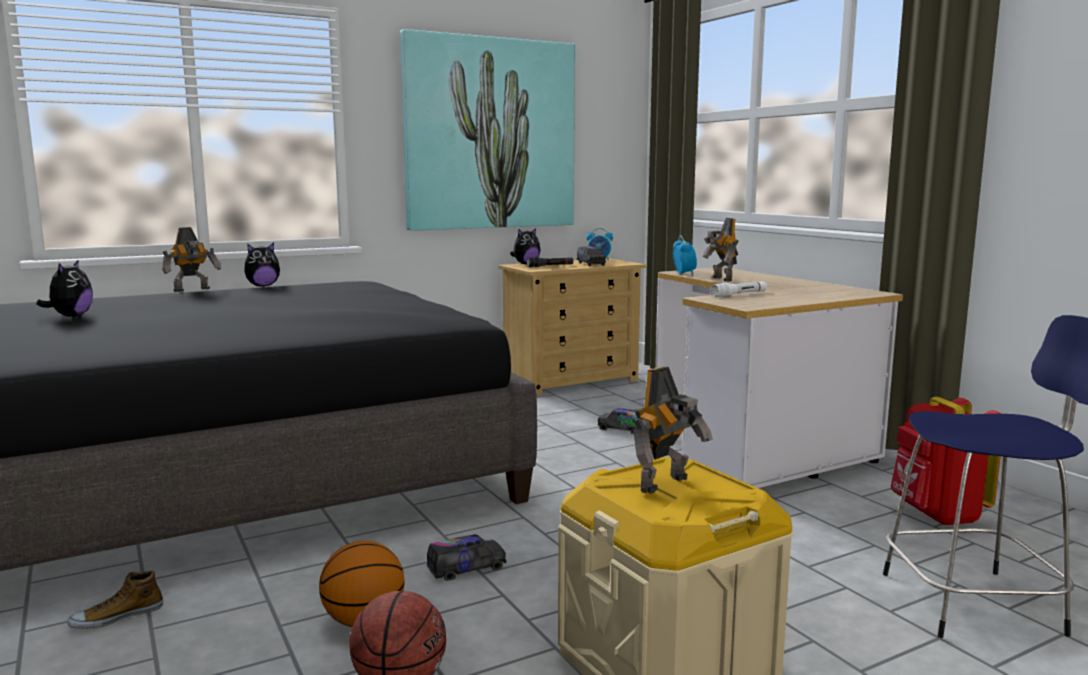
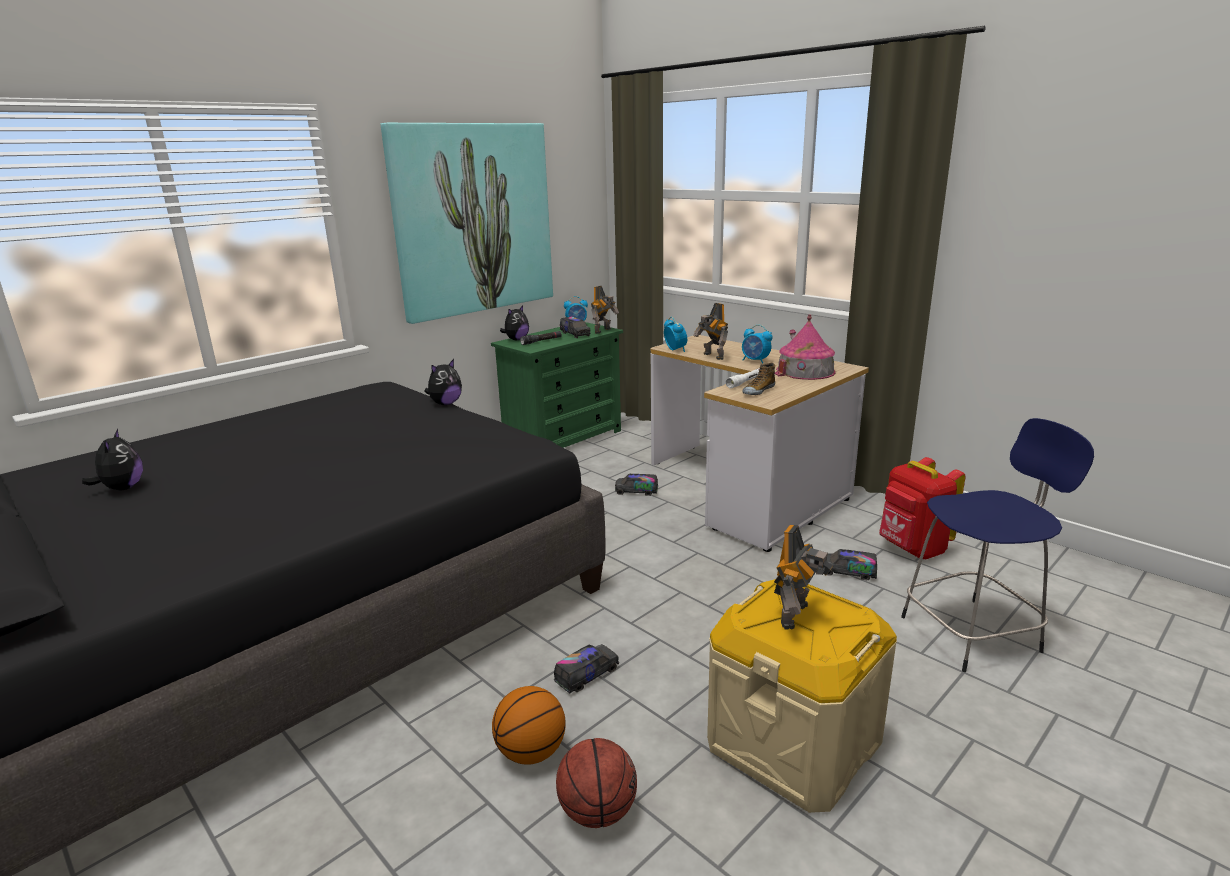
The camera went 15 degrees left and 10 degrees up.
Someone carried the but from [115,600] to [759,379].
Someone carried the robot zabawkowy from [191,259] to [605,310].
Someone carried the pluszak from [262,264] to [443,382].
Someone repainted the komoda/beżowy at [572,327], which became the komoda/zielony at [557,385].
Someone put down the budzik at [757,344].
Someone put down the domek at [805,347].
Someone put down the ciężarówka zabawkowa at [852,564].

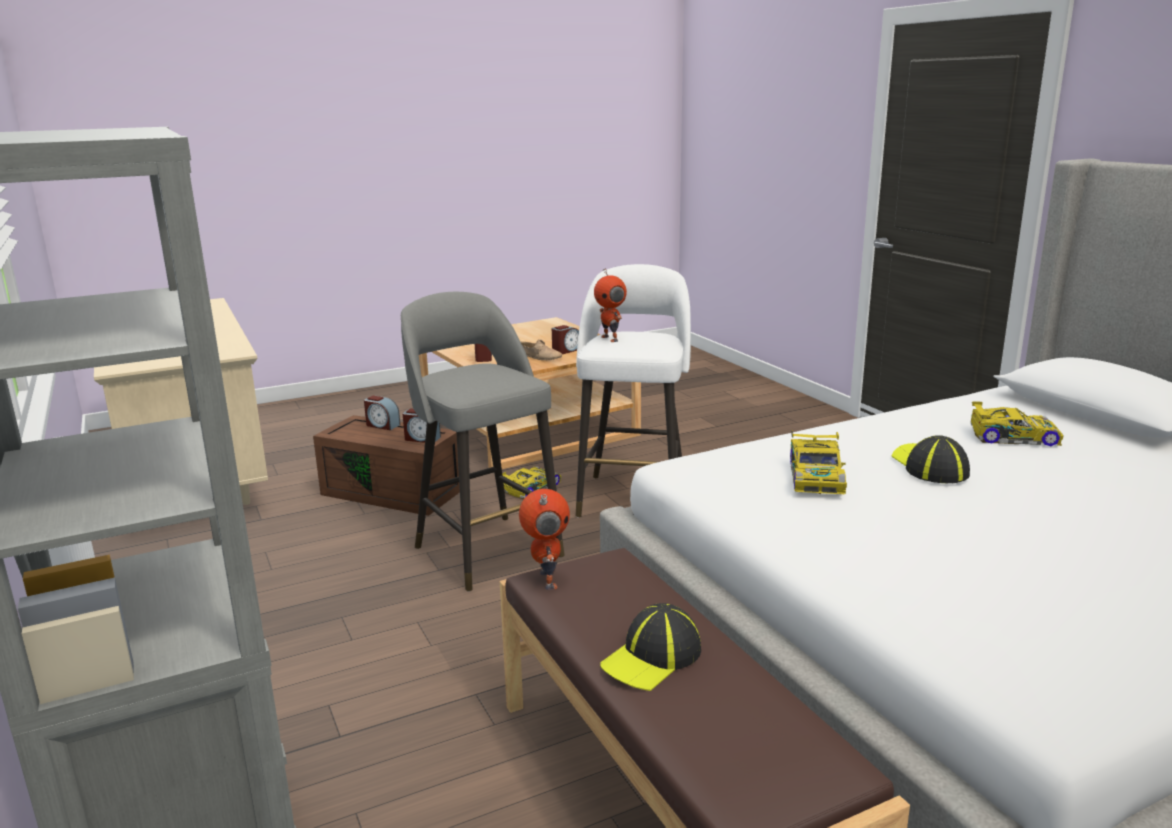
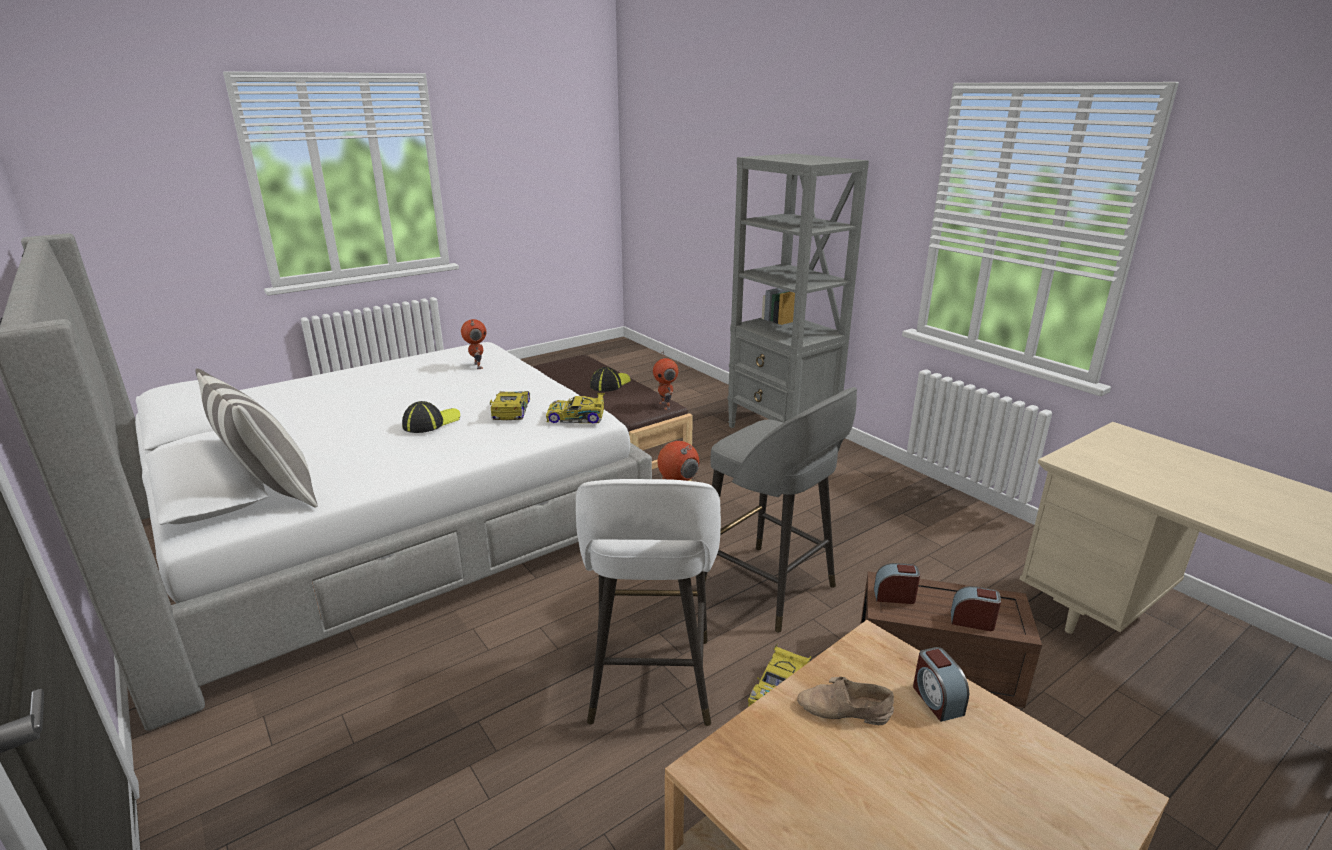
The camera went 170 degrees right and 5 degrees up.
Someone took away the budzik at [565,339].
Someone rotated the czapka z daszkiem at [930,459] by 120 degrees counterclockwise.
Someone carried the samochodzik from [1017,423] to [575,408].
Someone put down the poduszka at [256,438].
Someone put down the robot zabawkowy at [473,344].

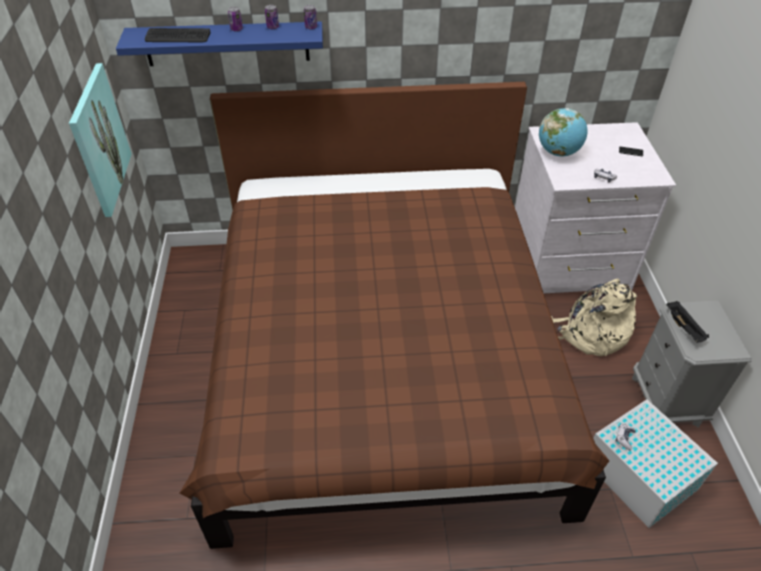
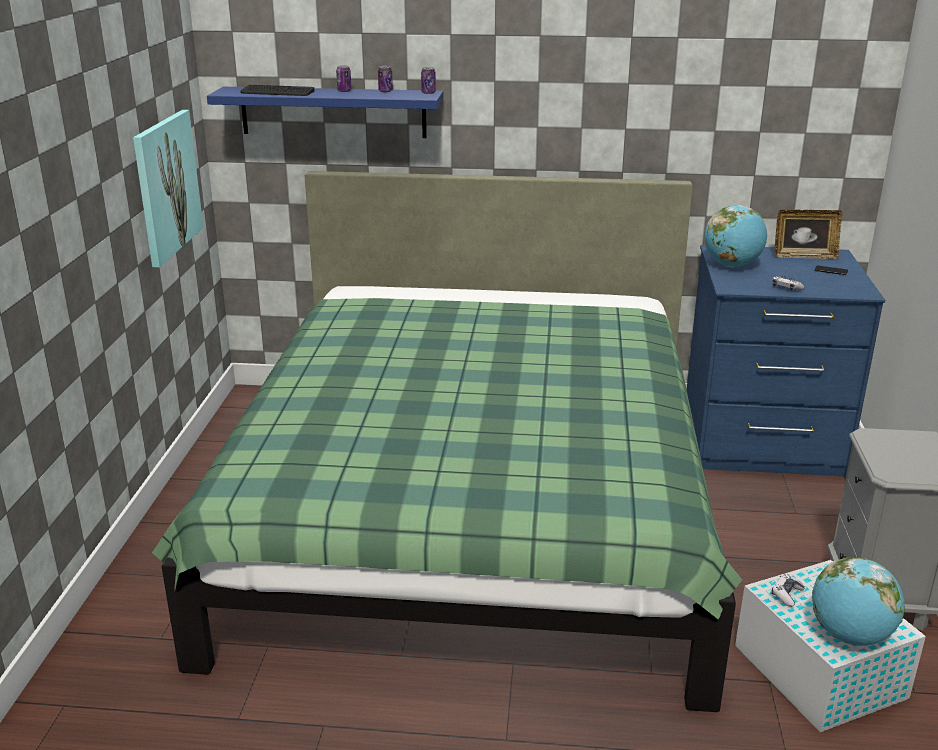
The camera went 10 degrees right and 20 degrees down.
Someone repainted the łóżko/brązowy at [395,315], which became the łóżko/zielony at [447,441].
Someone repainted the komoda/biały at [595,207], which became the komoda/niebieski at [786,362].
Someone took away the plecak/beżowy at [594,317].
Someone took away the taca/czarny at [687,322].
Someone put down the ramka na zdjęcie at [808,234].
Someone put down the globus at [858,601].

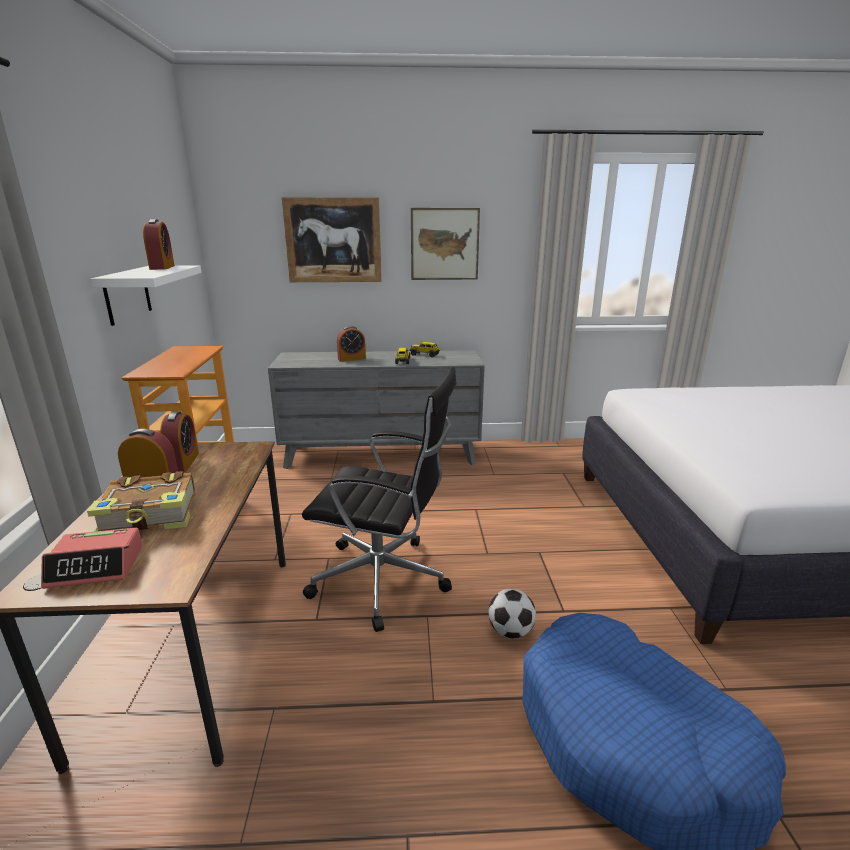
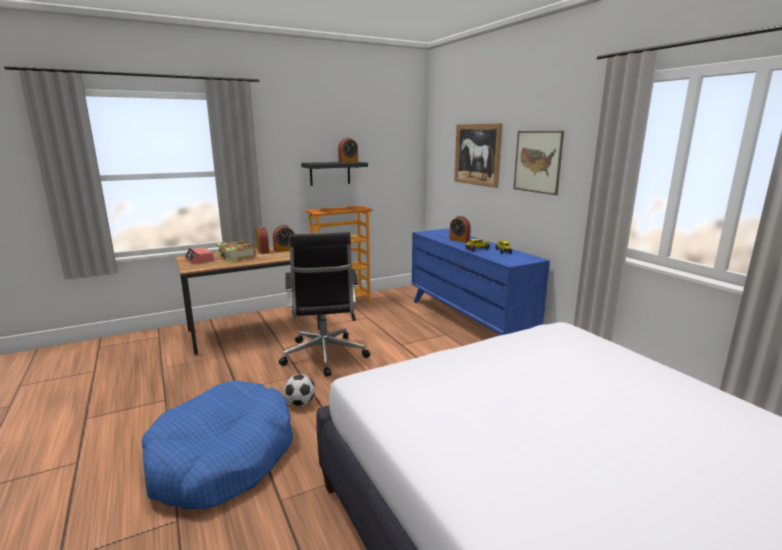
The camera went 65 degrees right and 5 degrees down.
Someone repainted the półka/biały at [145,295], which became the półka/czarny at [334,173].
Someone repainted the komoda/szary at [376,409], which became the komoda/niebieski at [481,282].

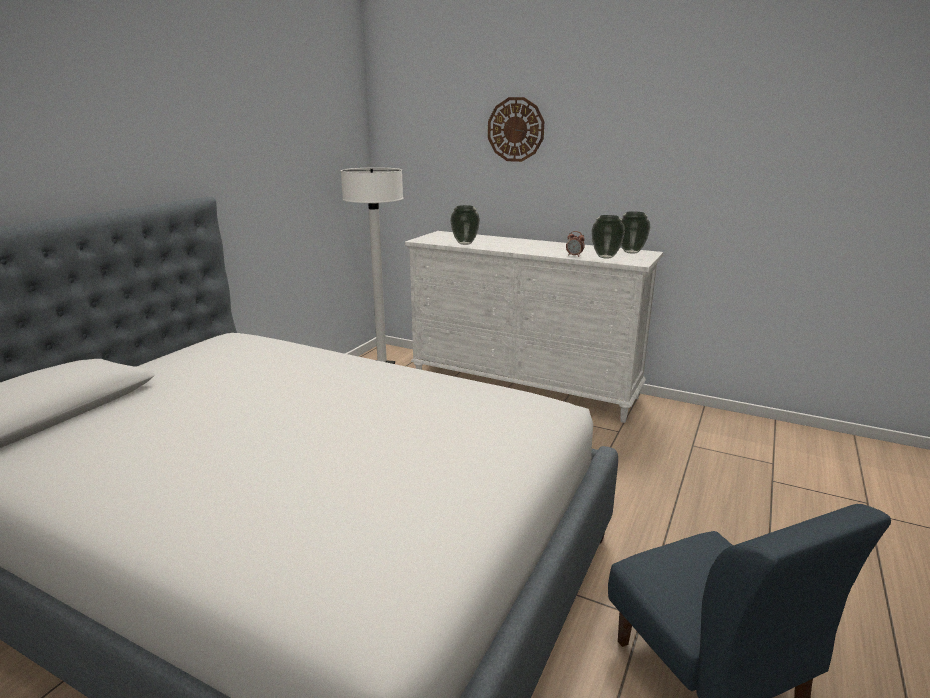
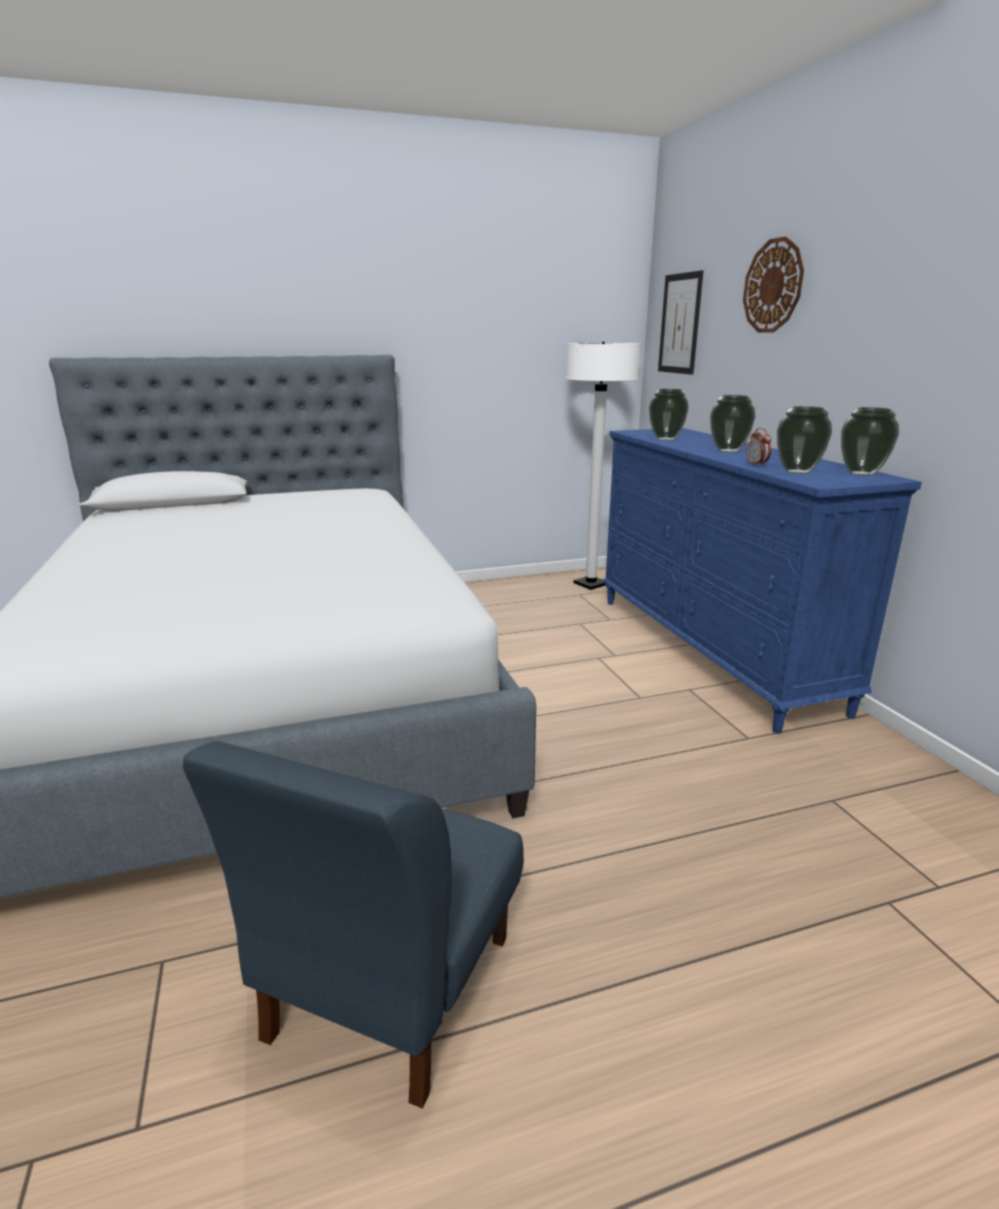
The camera went 45 degrees right and 0 degrees up.
Someone repainted the komoda/biały at [534,327], which became the komoda/niebieski at [762,581].
Someone put up the obraz at [681,322].
Someone put down the wazon at [732,424].

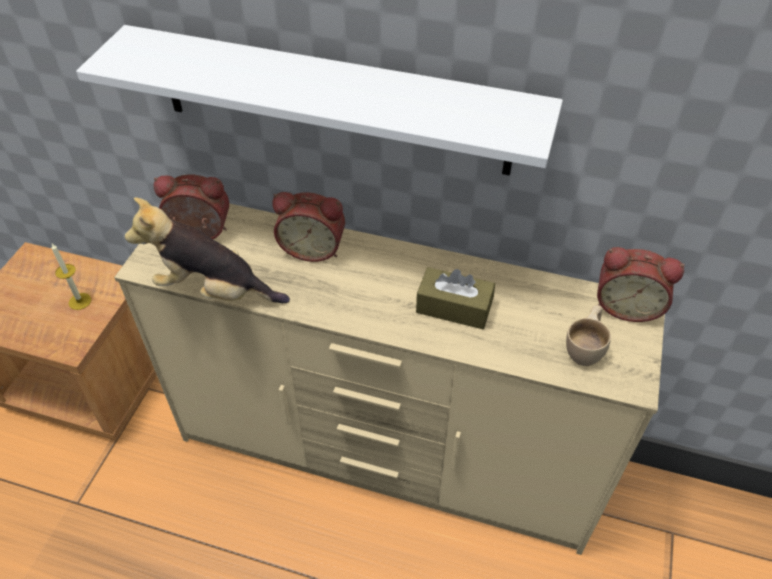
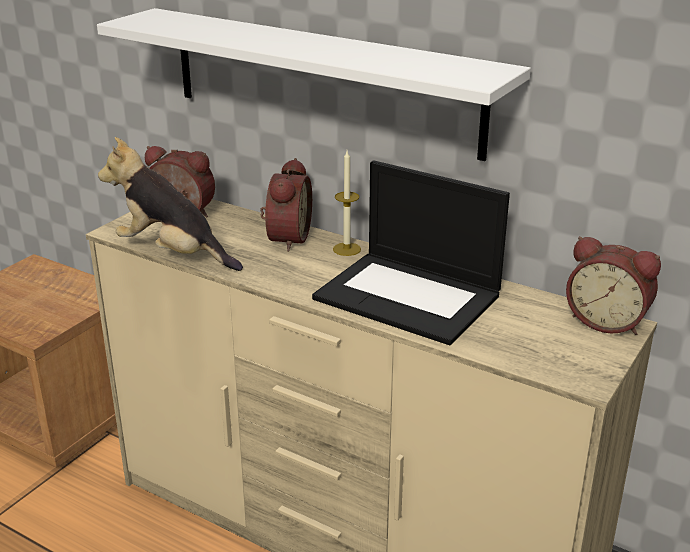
The camera went 15 degrees right and 20 degrees down.
Someone carried the świeca from [71,277] to [347,203].
Someone rotated the budzik at [308,227] by 105 degrees counterclockwise.
Someone swapped the pudełko chusteczek/brązowy at [455,298] for the laptop at [411,253].
Someone took away the filiżanka/beżowy at [588,335].

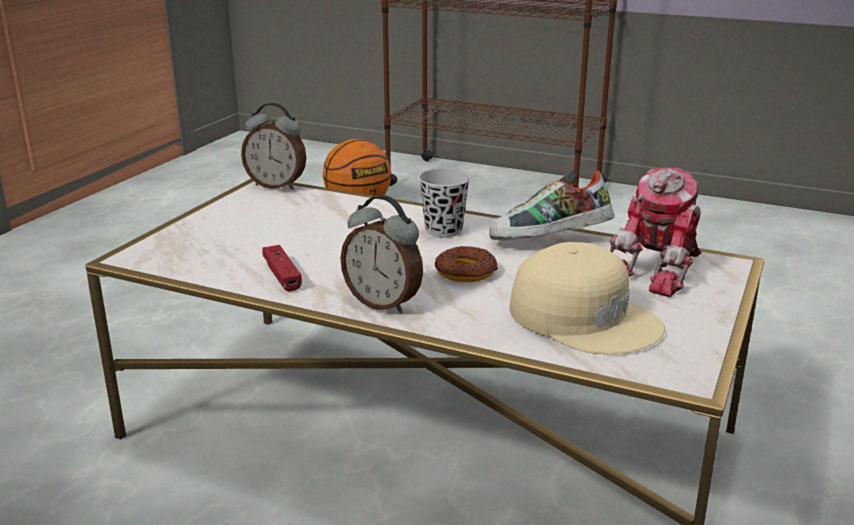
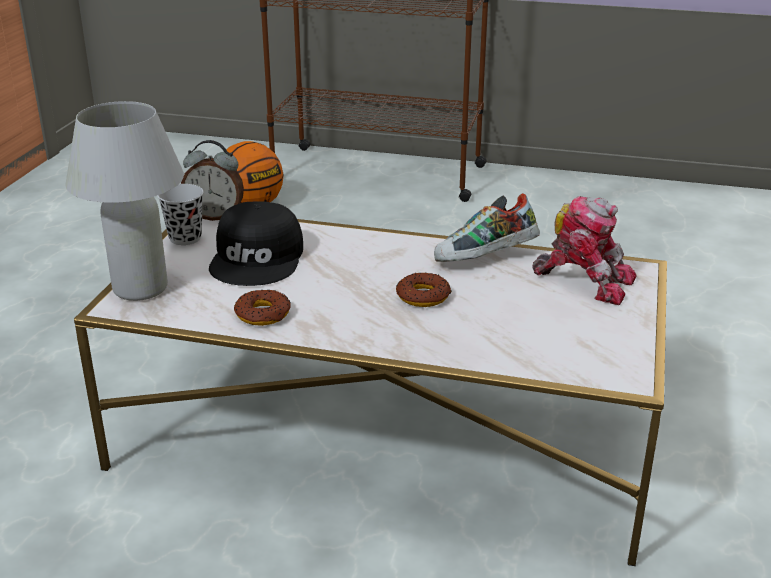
The camera went 10 degrees left and 5 degrees up.
Someone swapped the pad do gier/czerwony at [282,268] for the donut at [262,308].
Someone took away the budzik at [381,254].
Someone carried the filiżanka/czarny from [444,203] to [180,214].
Someone took away the czapka z daszkiem/beżowy at [587,298].
Someone rotated the robot zabawkowy at [656,232] by 90 degrees counterclockwise.
Someone put down the lampa stołowa/biały at [125,201].
Someone put down the czapka z daszkiem/czarny at [256,243].

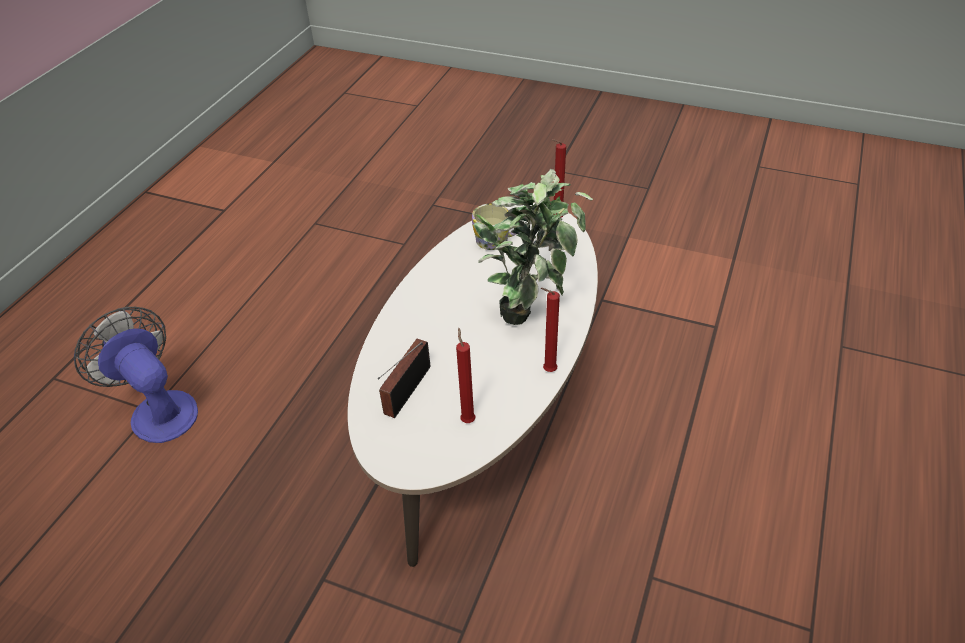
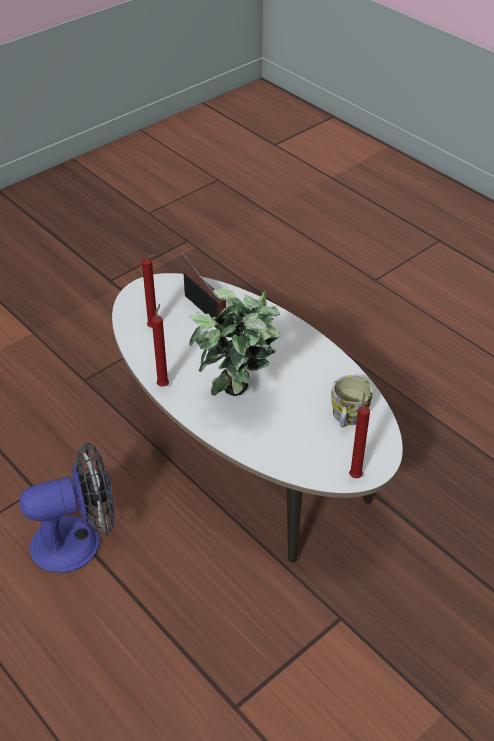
The camera went 115 degrees right and 0 degrees up.
Someone carried the wentylator from [136,375] to [67,507].

